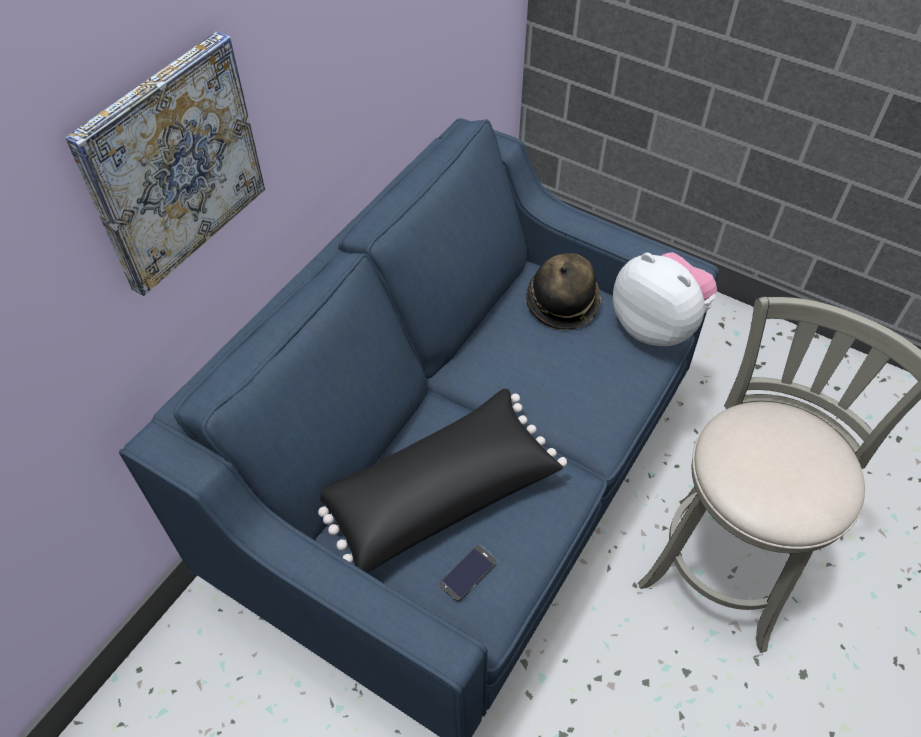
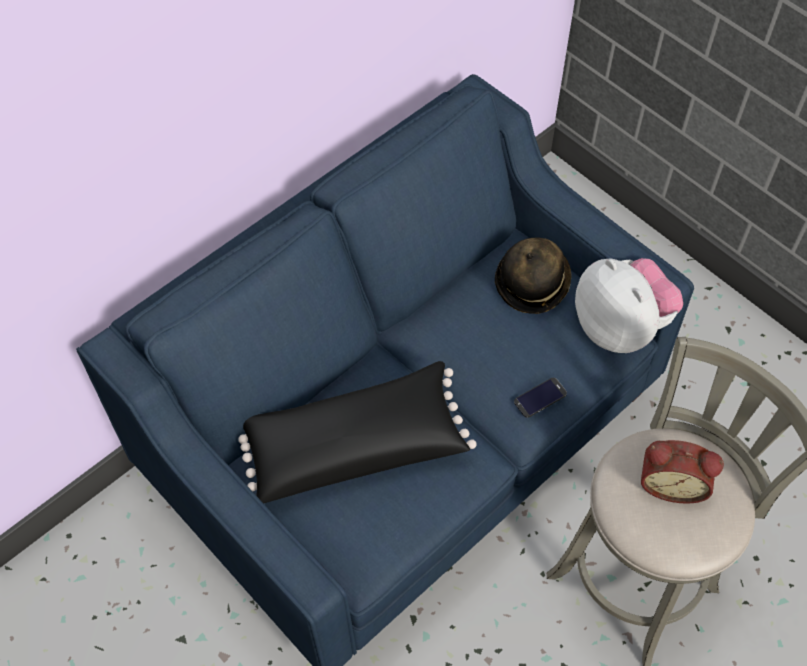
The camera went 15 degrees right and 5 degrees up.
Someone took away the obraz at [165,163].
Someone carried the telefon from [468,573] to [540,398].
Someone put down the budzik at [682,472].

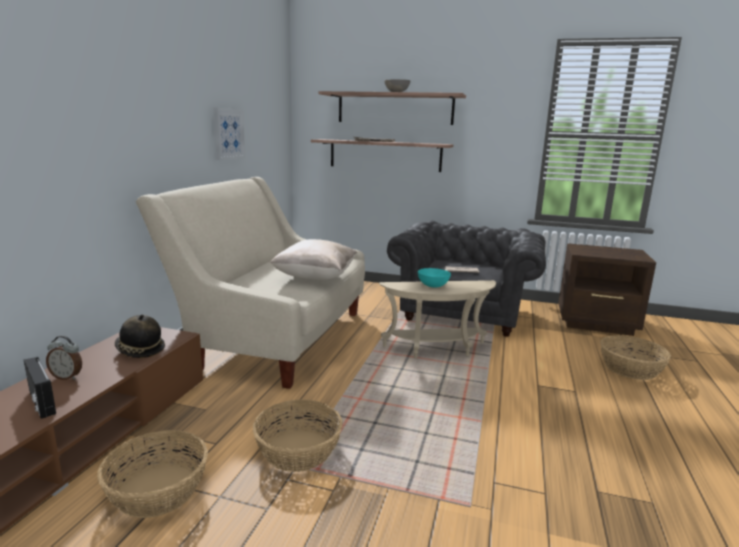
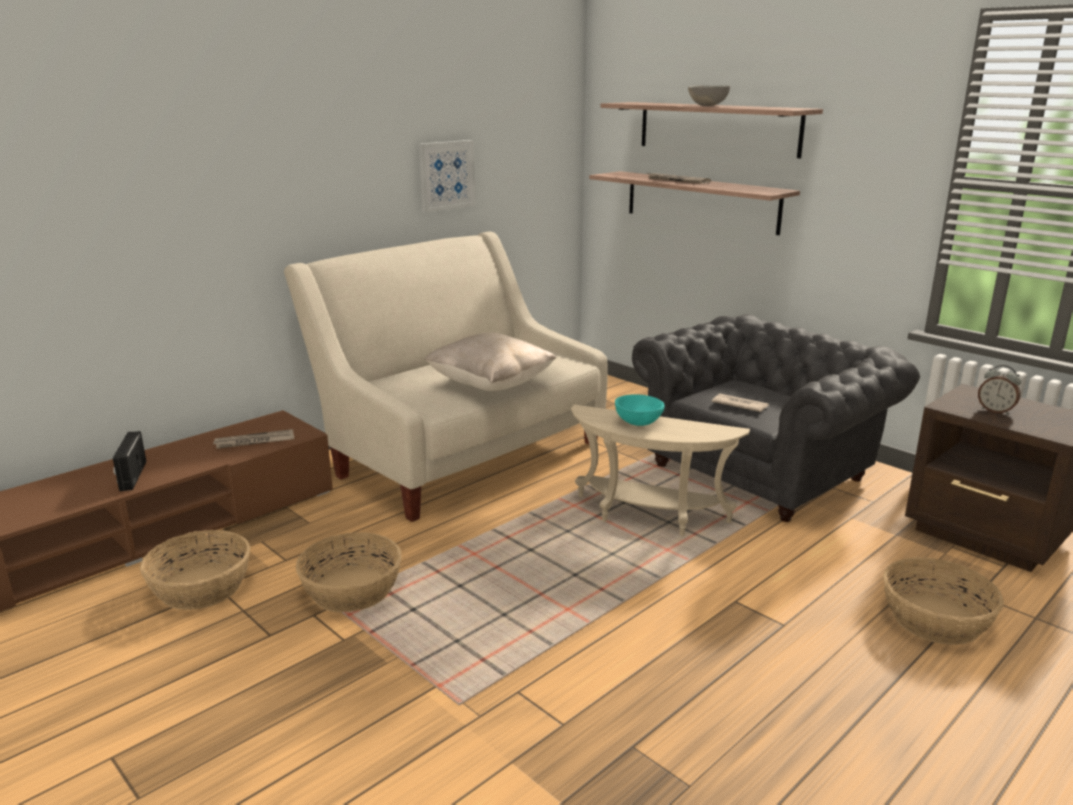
The camera went 30 degrees right and 5 degrees up.
Someone carried the budzik from [64,358] to [999,390].
Someone swapped the kapelusz at [140,336] for the gazeta at [253,439].

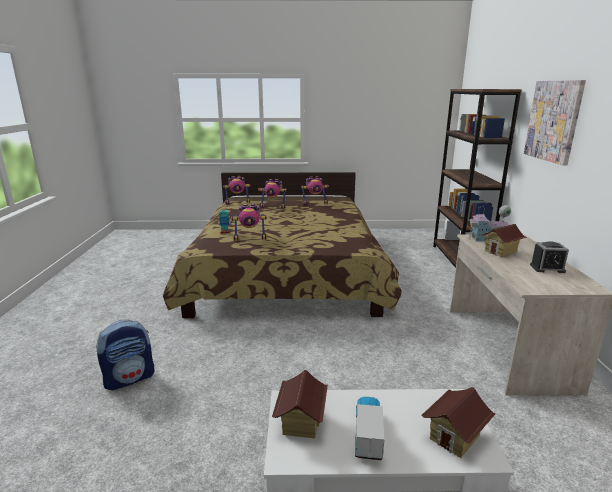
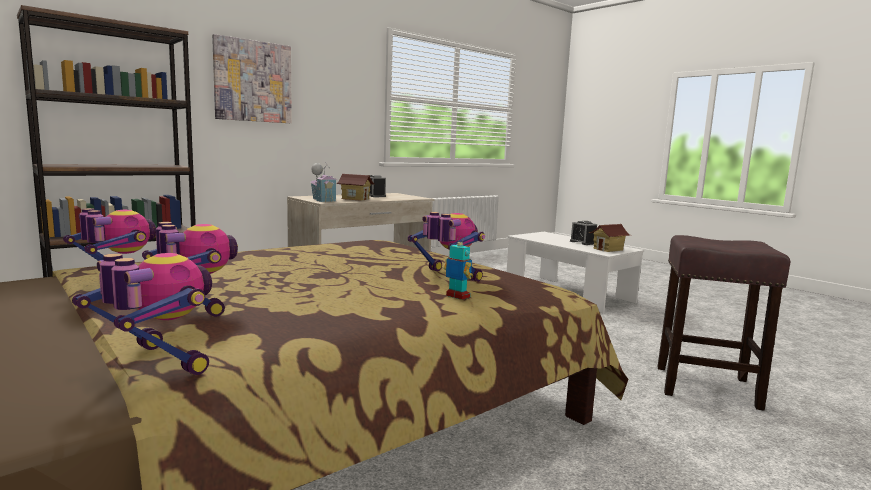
The camera went 130 degrees left and 10 degrees down.
Someone swapped the plecak at [125,355] for the stołek/brązowy at [723,323].
Someone swapped the ciężarówka zabawkowa at [370,428] for the budzik at [583,233].
Someone took away the domek at [459,422].

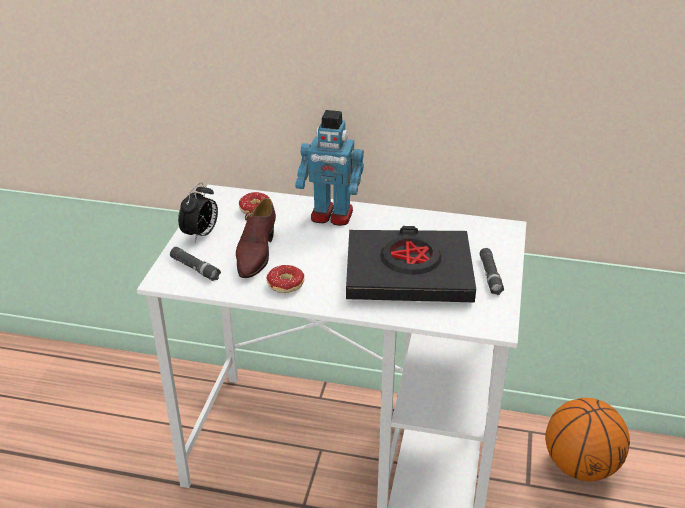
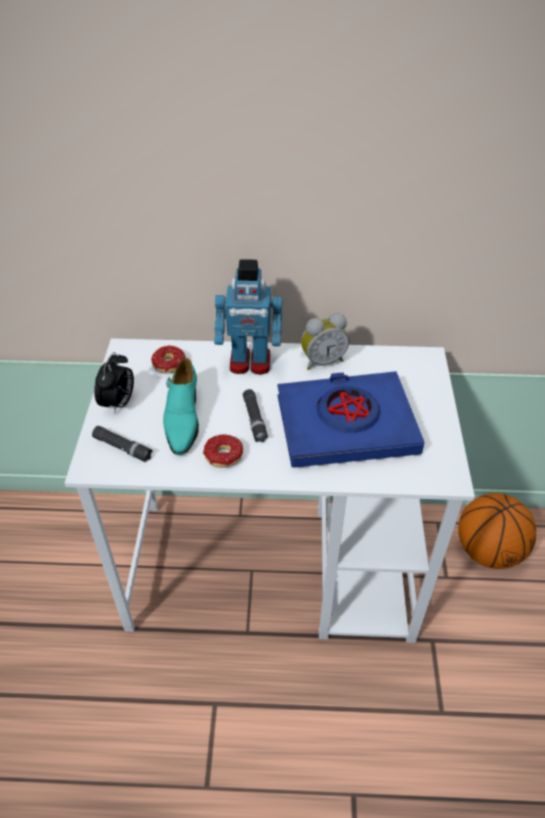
The camera went 10 degrees left and 10 degrees up.
Someone repainted the but/brązowy at [256,238], which became the but/turkusowy at [181,406].
Someone repainted the książka/czarny at [411,264], which became the książka/niebieski at [351,419].
Someone carried the latarka/czarny from [492,271] to [255,416].
Someone put down the budzik at [325,341].

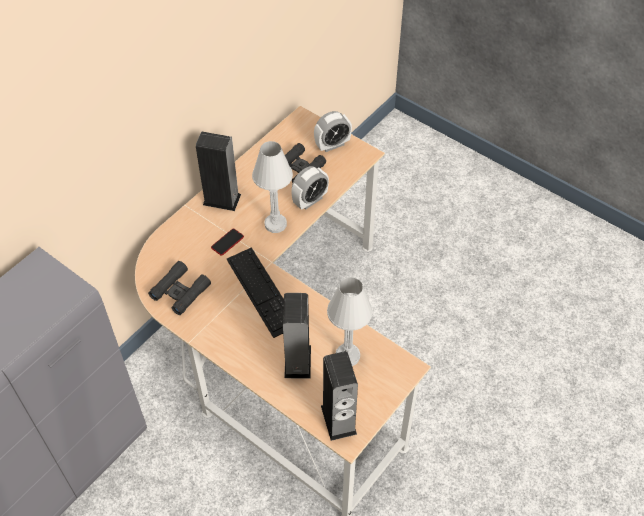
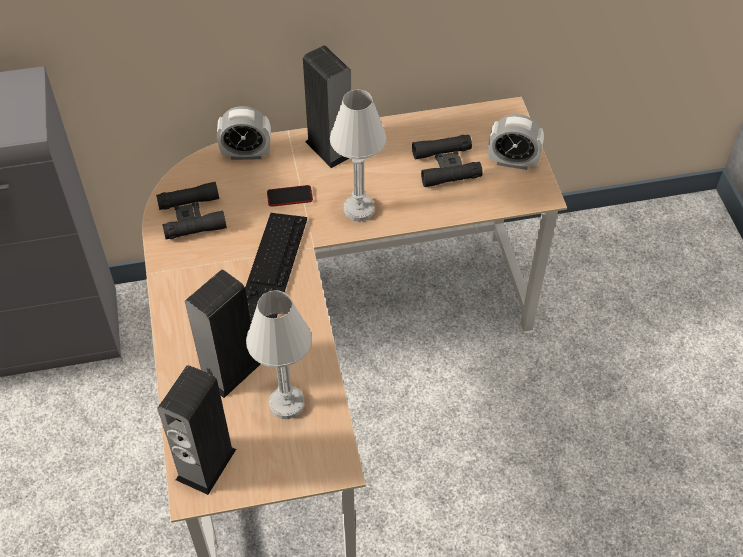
The camera went 40 degrees right and 0 degrees up.
Someone carried the budzik from [310,188] to [244,133].

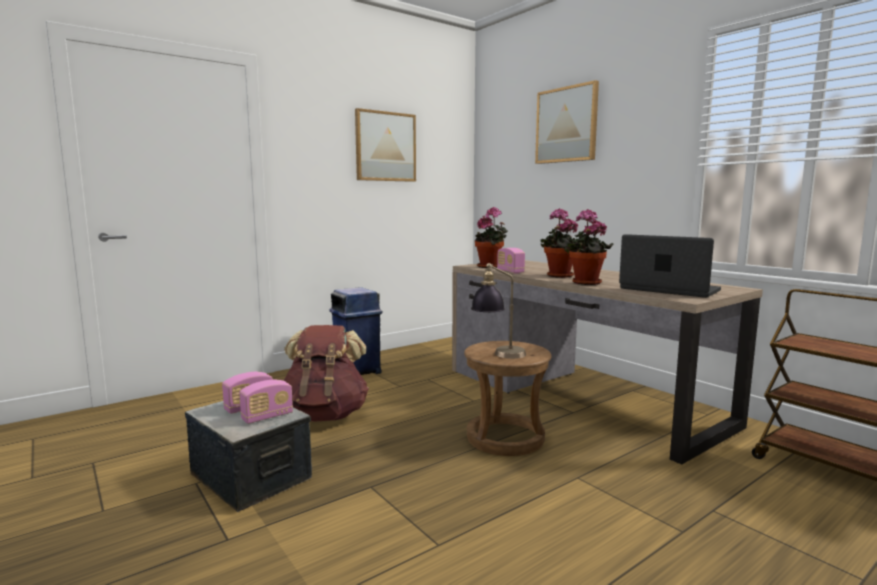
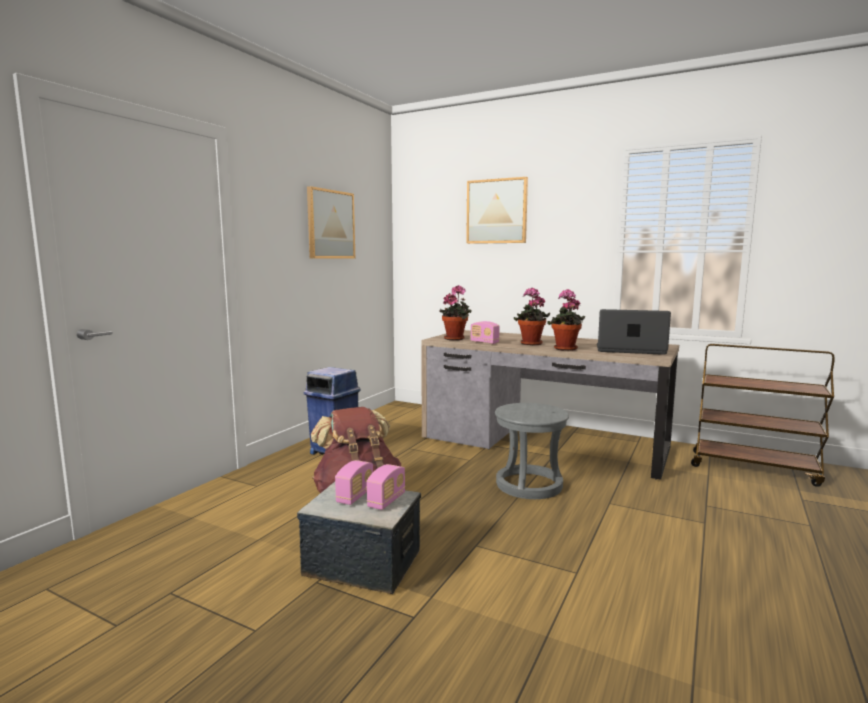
The camera went 25 degrees left and 0 degrees up.
Someone repainted the stołek/brązowy at [508,398], which became the stołek/szary at [532,451].
Someone took away the lampa stołowa at [498,311].

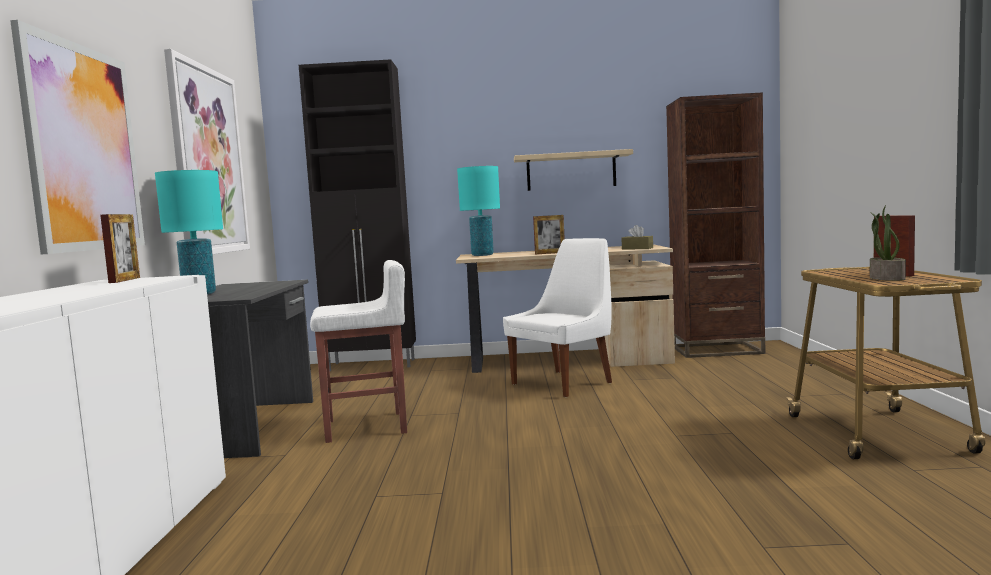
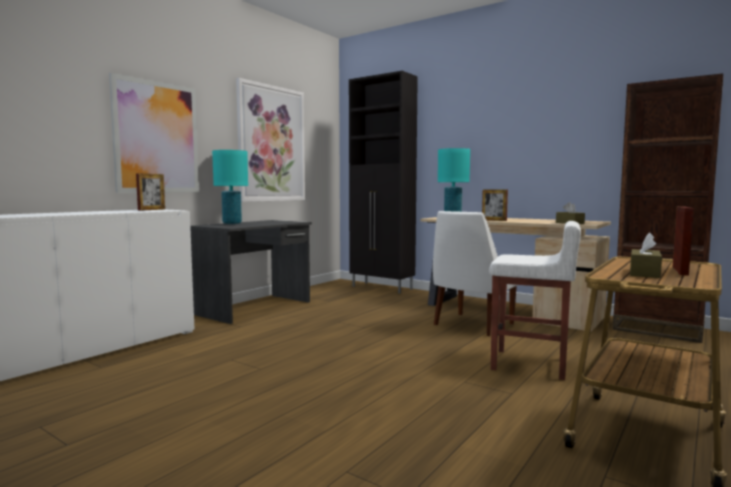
The camera went 35 degrees right and 0 degrees up.
Someone carried the stołek/biały from [358,351] to [535,300].
Someone rotated the krzesło/biały at [557,317] by 135 degrees clockwise.
Someone took away the półka/beżowy at [573,170].
Someone swapped the roślina doniczkowa at [888,243] for the pudełko chusteczek/brązowy at [646,255].

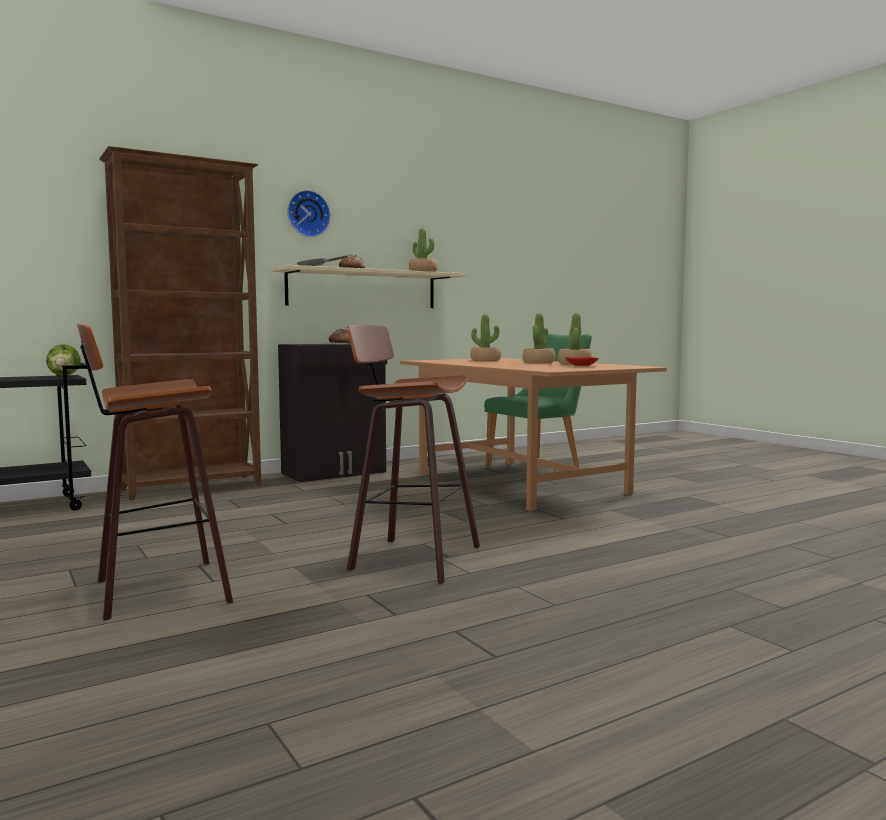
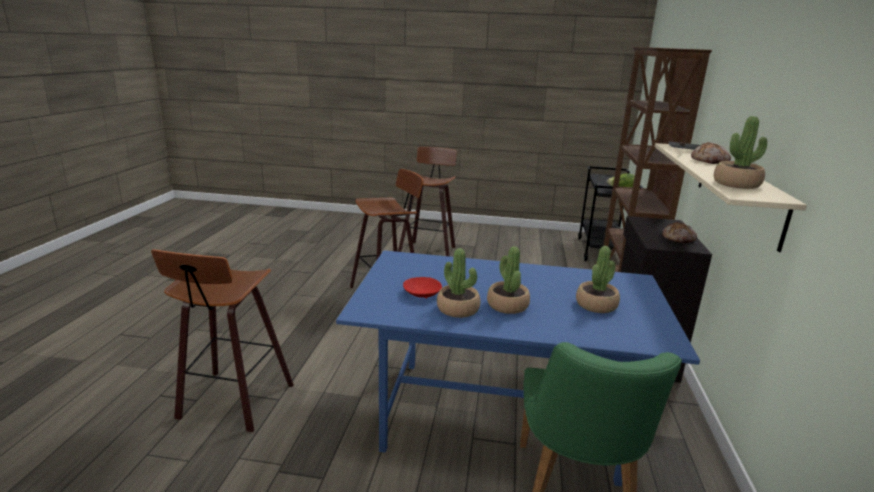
The camera went 130 degrees right and 15 degrees up.
Someone took away the zegar ścienny at [309,213].
Someone repainted the stół jadalny/brązowy at [533,434], which became the stół jadalny/niebieski at [518,368].
Someone put down the stołek at [222,340].

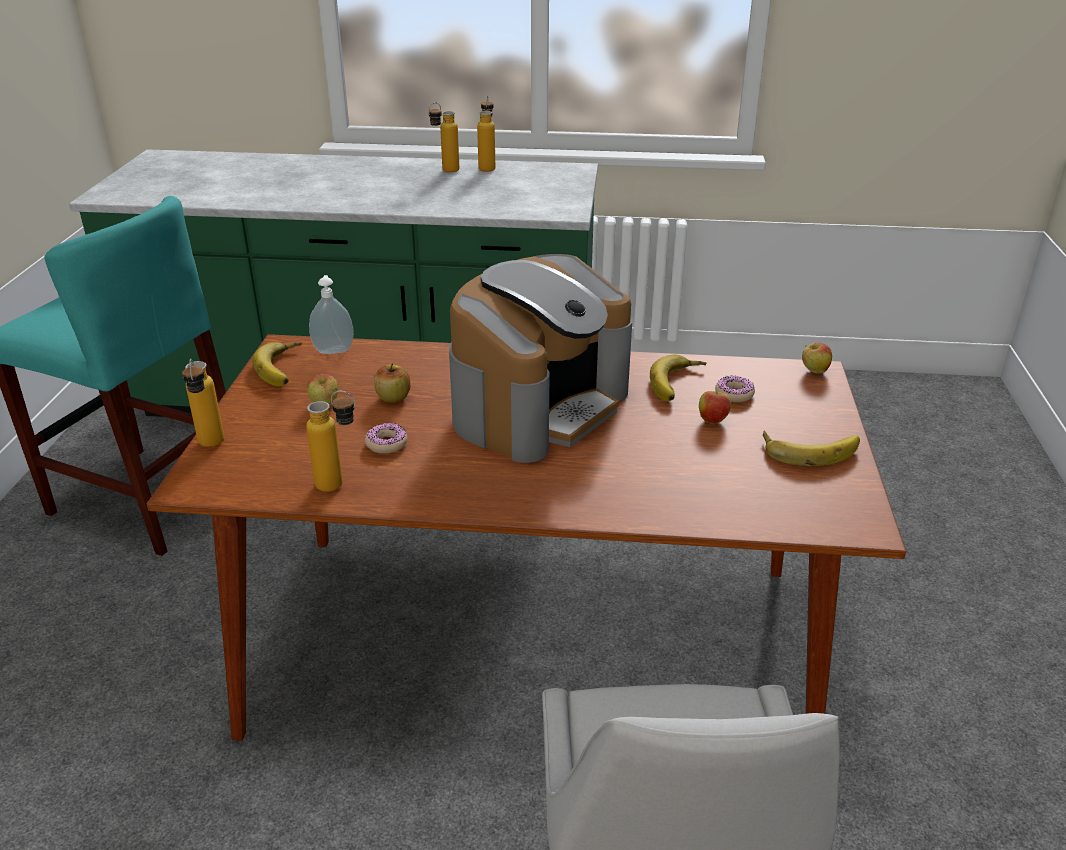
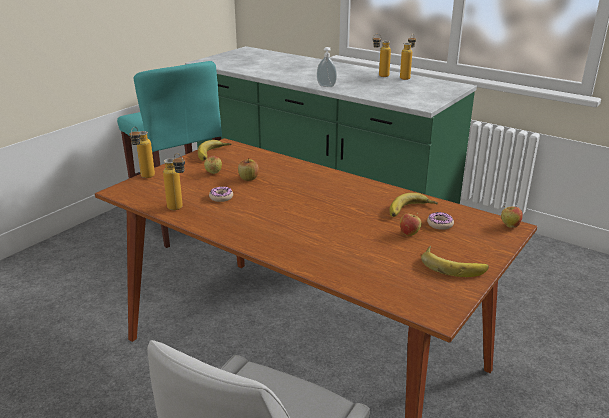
The camera went 30 degrees right and 5 degrees down.
Someone carried the dozownik mydła from [331,314] to [327,67].
Someone took away the ekspres do kawy at [540,358].

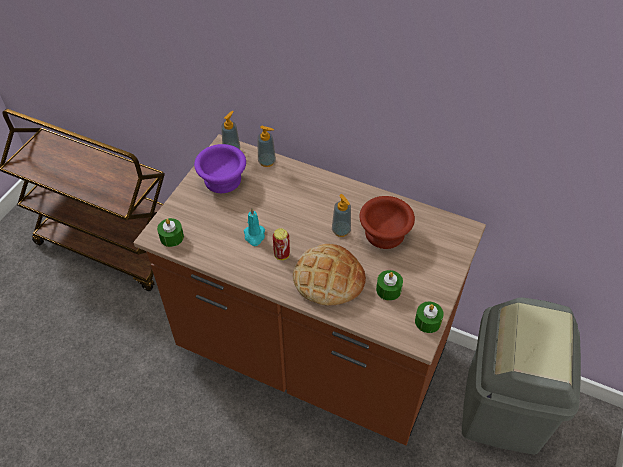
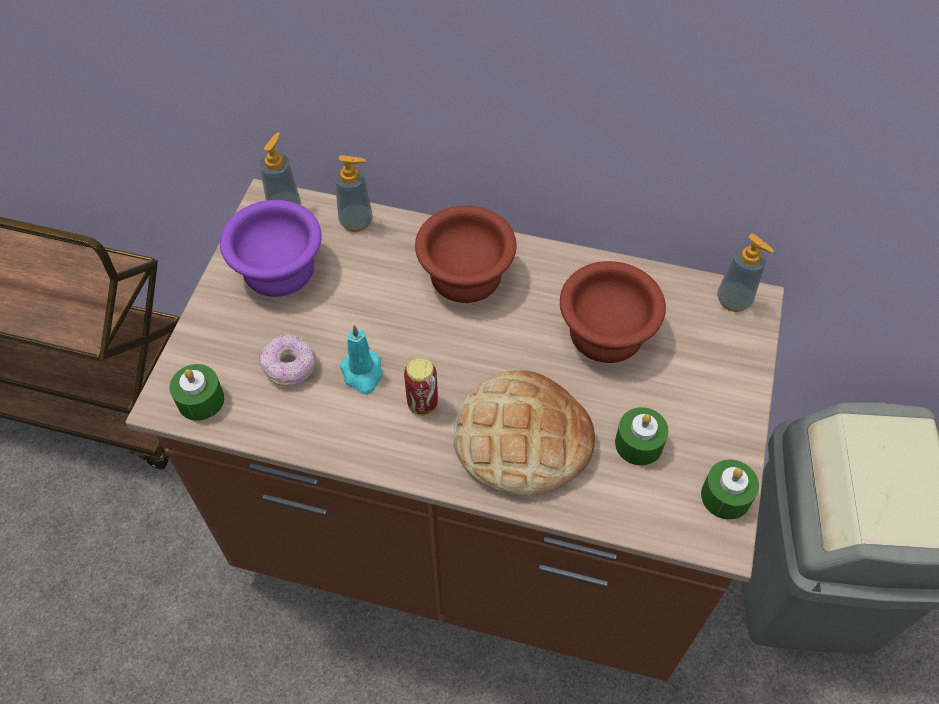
The camera went 10 degrees left and 5 degrees up.
Someone carried the dozownik mydła from [341,215] to [745,273].
Someone put down the donut at [287,360].
Someone put down the miska/brązowy at [465,254].

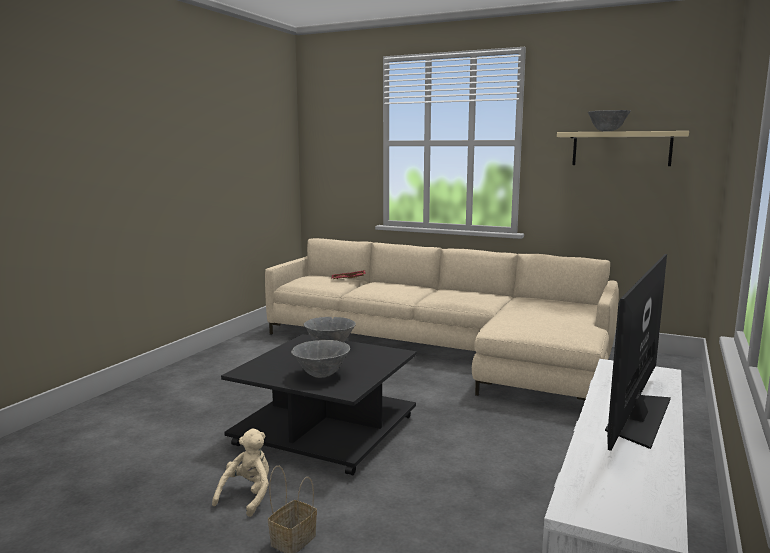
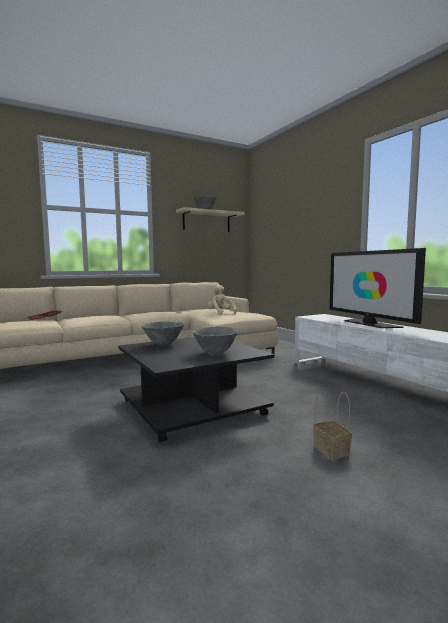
The camera went 55 degrees left and 5 degrees down.
Someone carried the pluszak/beżowy from [240,472] to [222,299].

